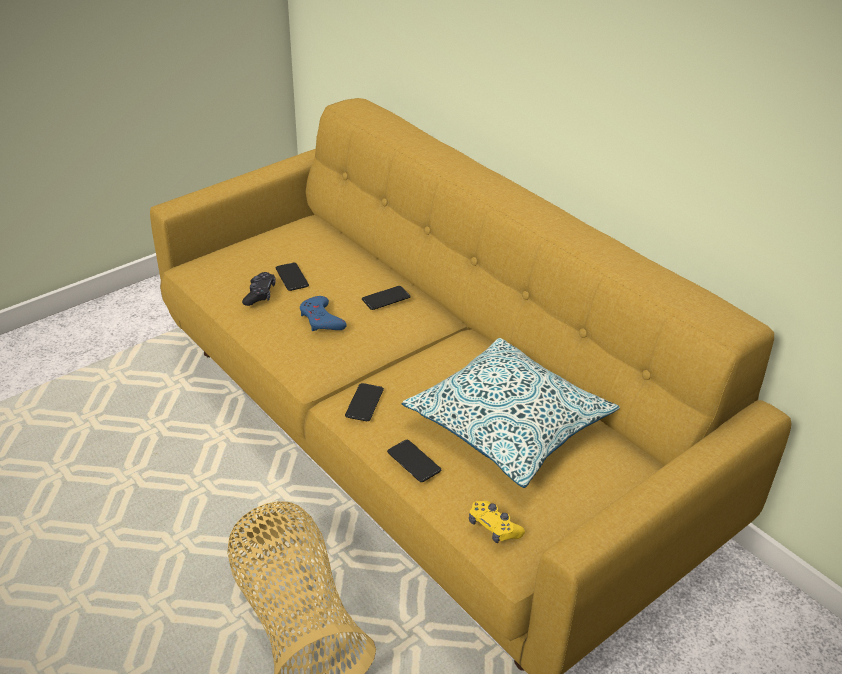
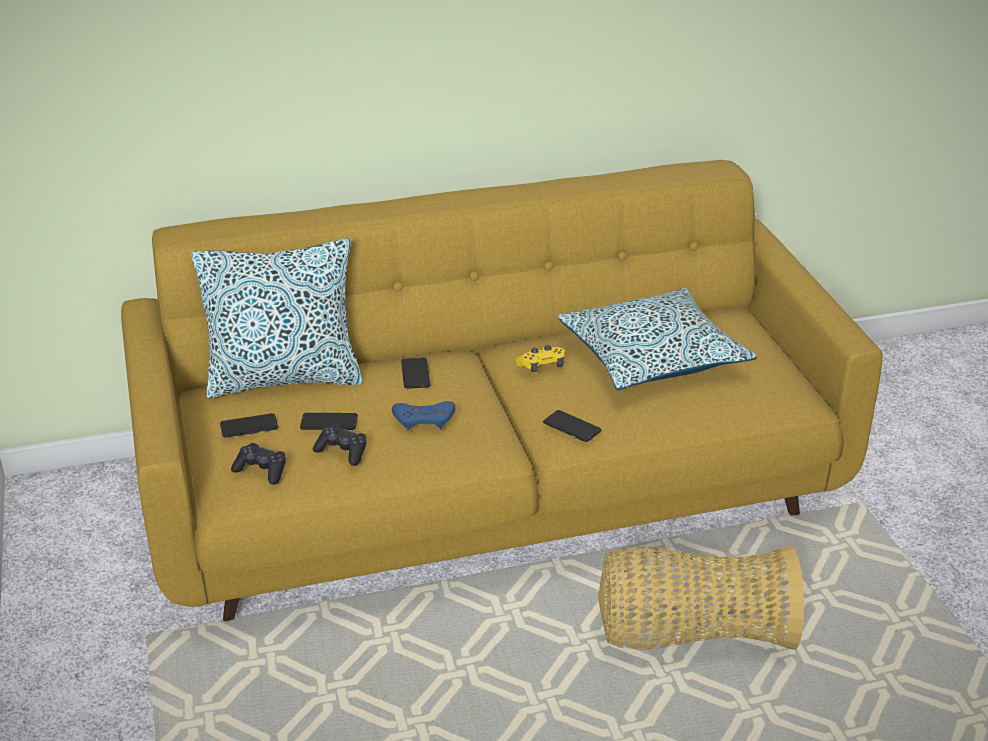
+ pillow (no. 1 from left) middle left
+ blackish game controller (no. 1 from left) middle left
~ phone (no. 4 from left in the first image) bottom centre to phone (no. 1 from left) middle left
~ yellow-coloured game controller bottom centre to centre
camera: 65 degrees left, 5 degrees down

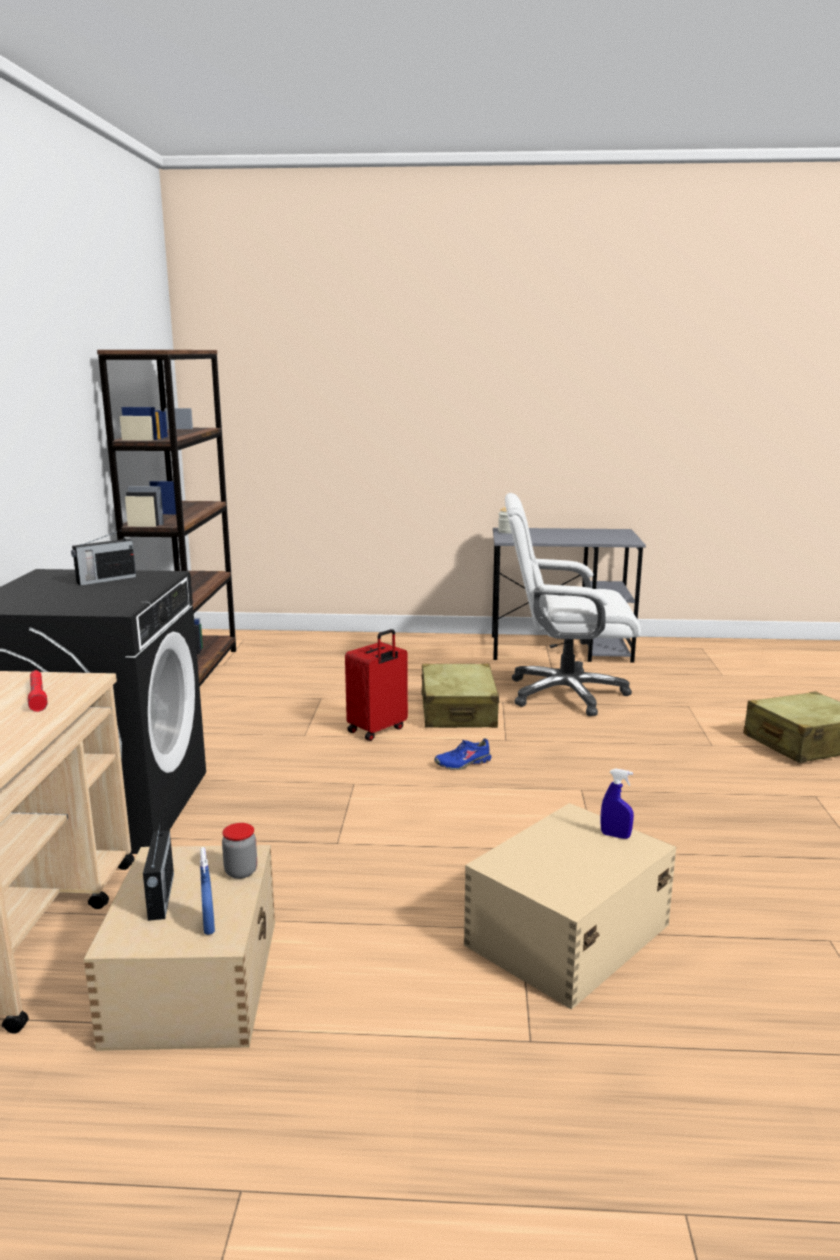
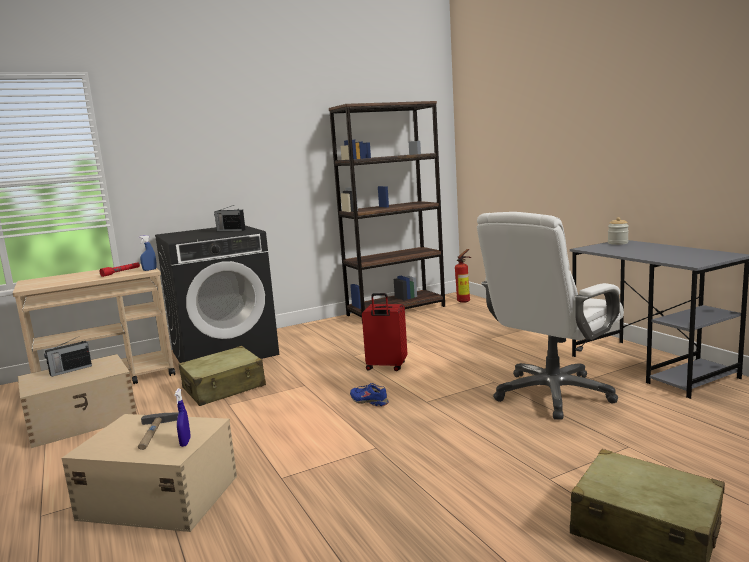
- jar (no. 1 from left) bottom left
+ hand hammer bottom left
+ extinguisher centre
~ blue-coloured sprayer (no. 1 from left) bottom left to middle left
~ beige-coloured travel case (no. 1 from left) centre to bottom left
~ white-coloured office chair middle right = middle right 105 degrees counterclockwise
camera: 60 degrees right, 5 degrees down

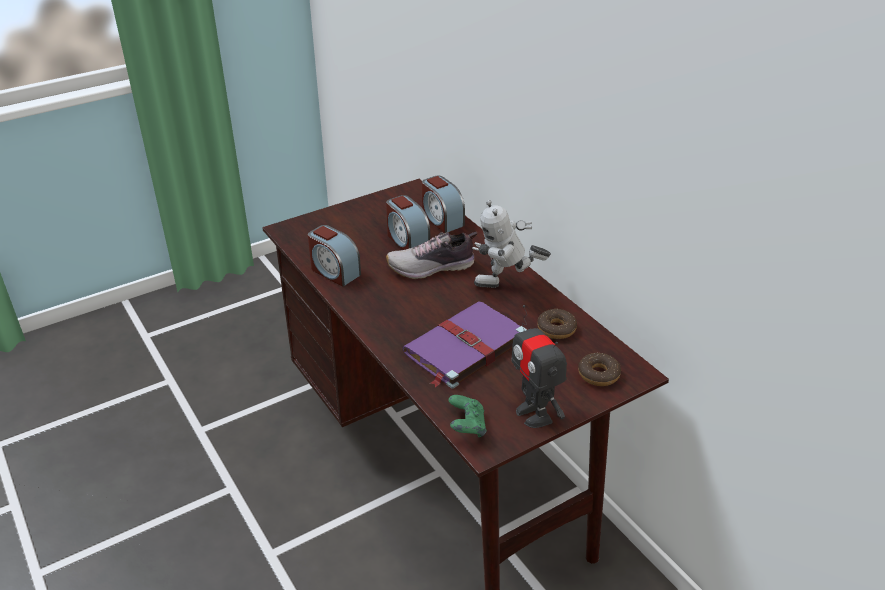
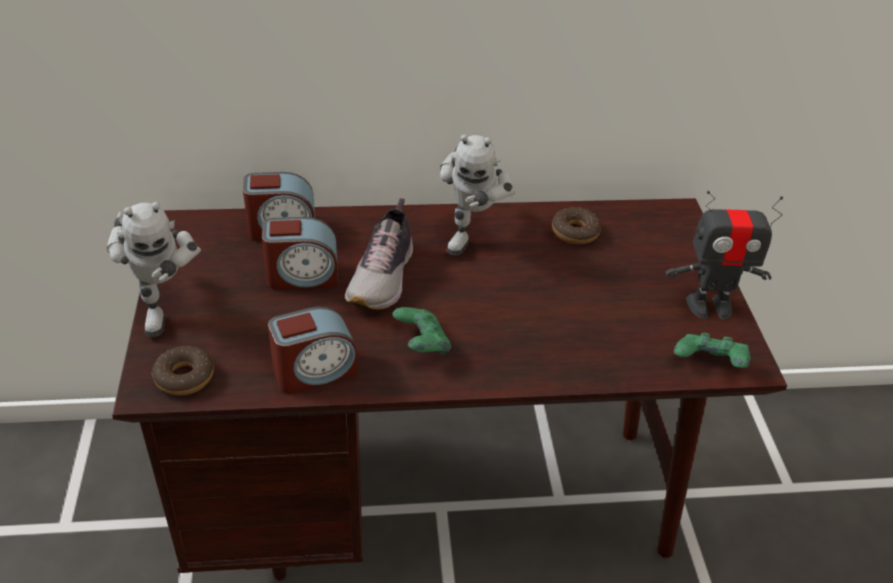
- purplish volume centre
+ model robot (no. 1 from left) middle left
+ green game controller (no. 1 from left) centre
~ donut (no. 2 from left in the first image) middle right to donut (no. 1 from left) middle left
camera: 65 degrees left, 5 degrees up

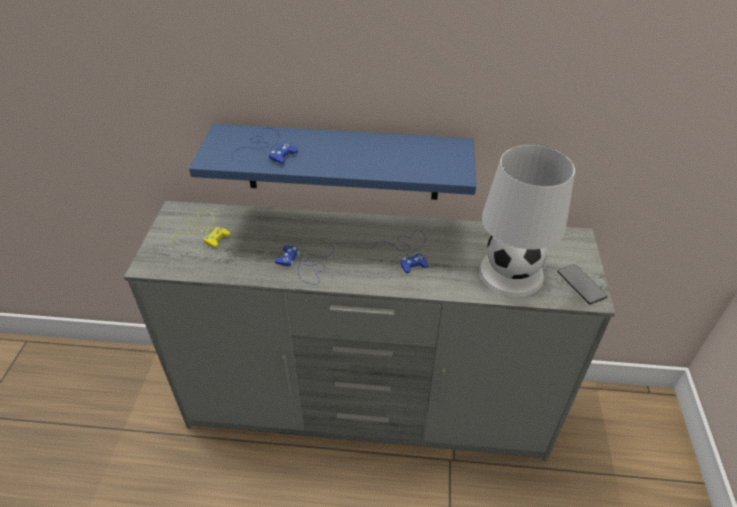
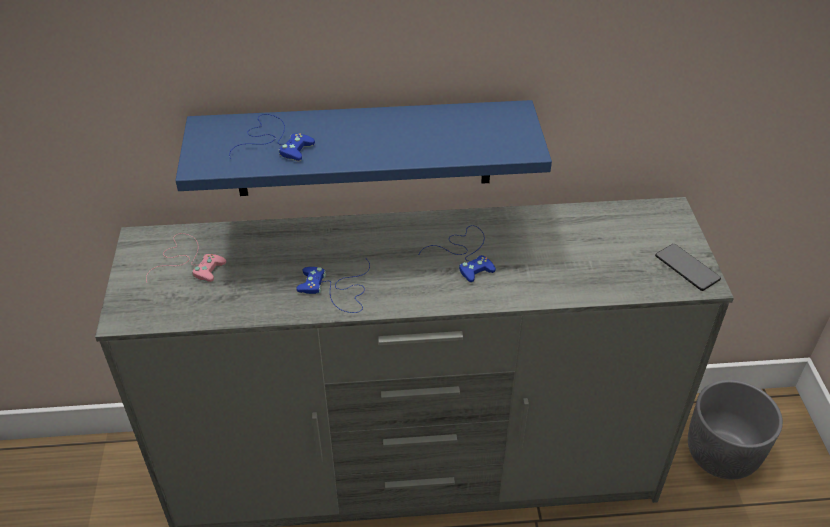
- white-coloured tabletop lamp middle right
+ grey planter bottom right
~ yellow-coloured game controller middle left to pink game controller middle left
camera: 10 degrees left, 0 degrees up

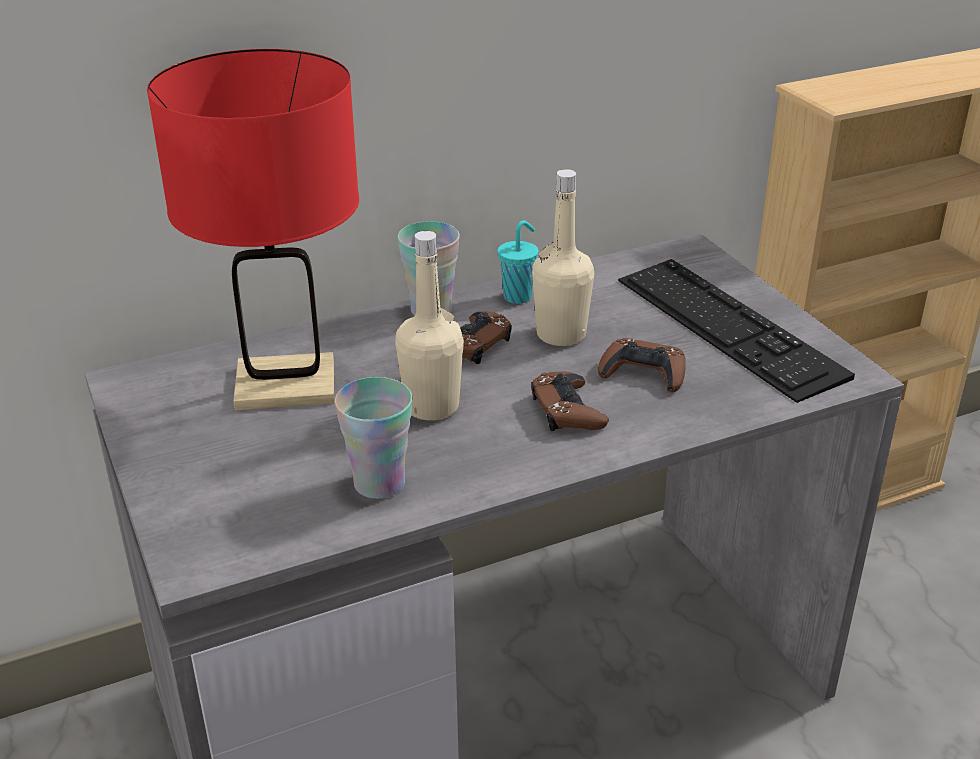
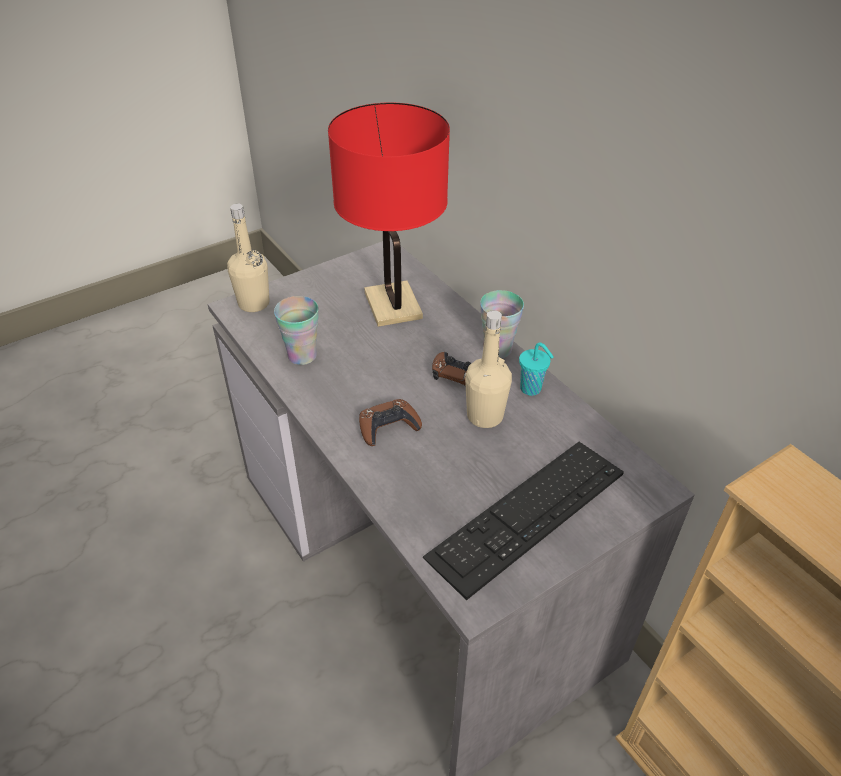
- brownish game controller (no. 3 from left) centre
~ beige-coloured beverage bottle (no. 1 from left) centre to top left
camera: 80 degrees right, 10 degrees up

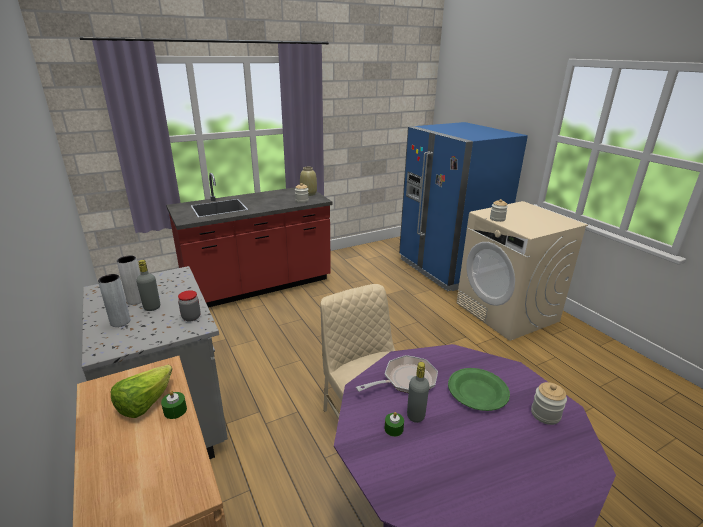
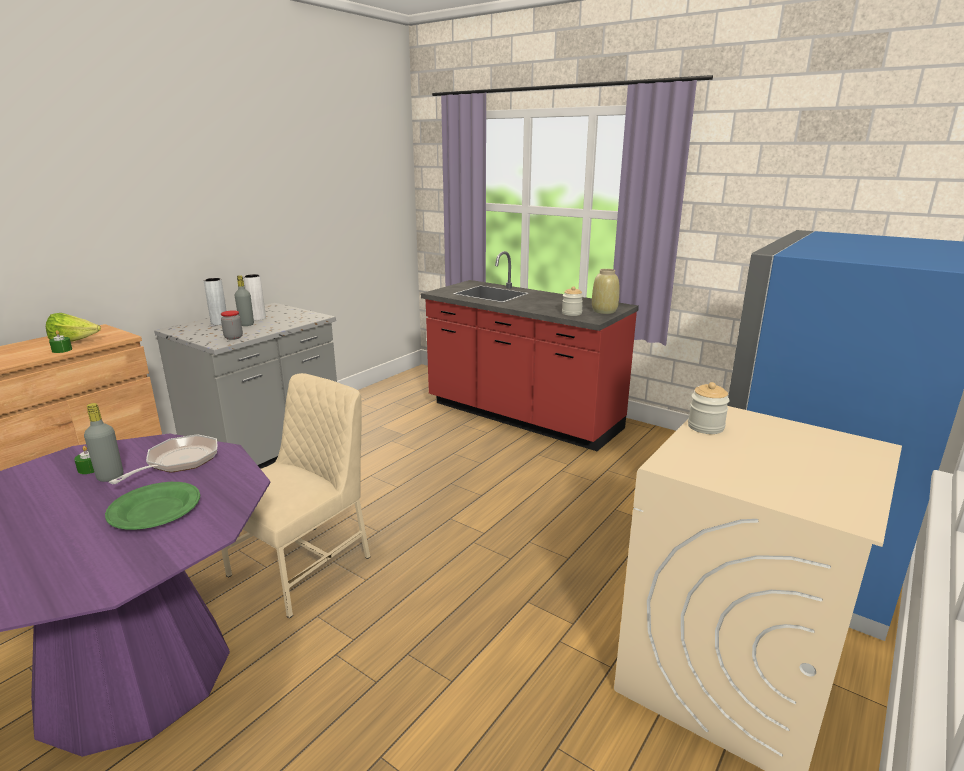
- jar (no. 4 from left) bottom right
~ skillet bottom centre = middle left 105 degrees counterclockwise
camera: 65 degrees right, 5 degrees down

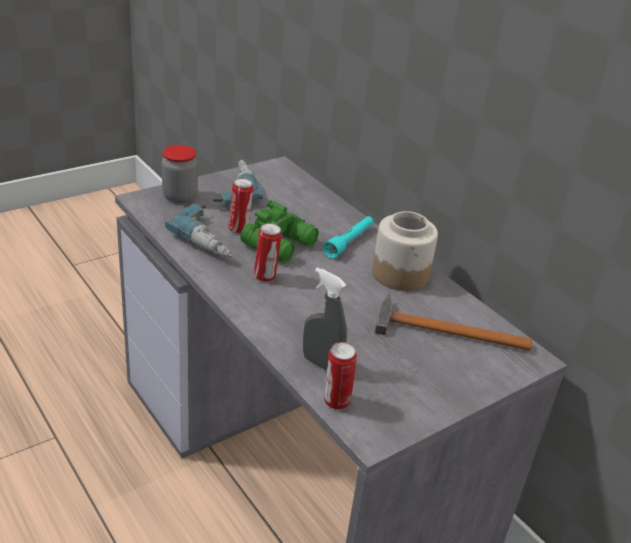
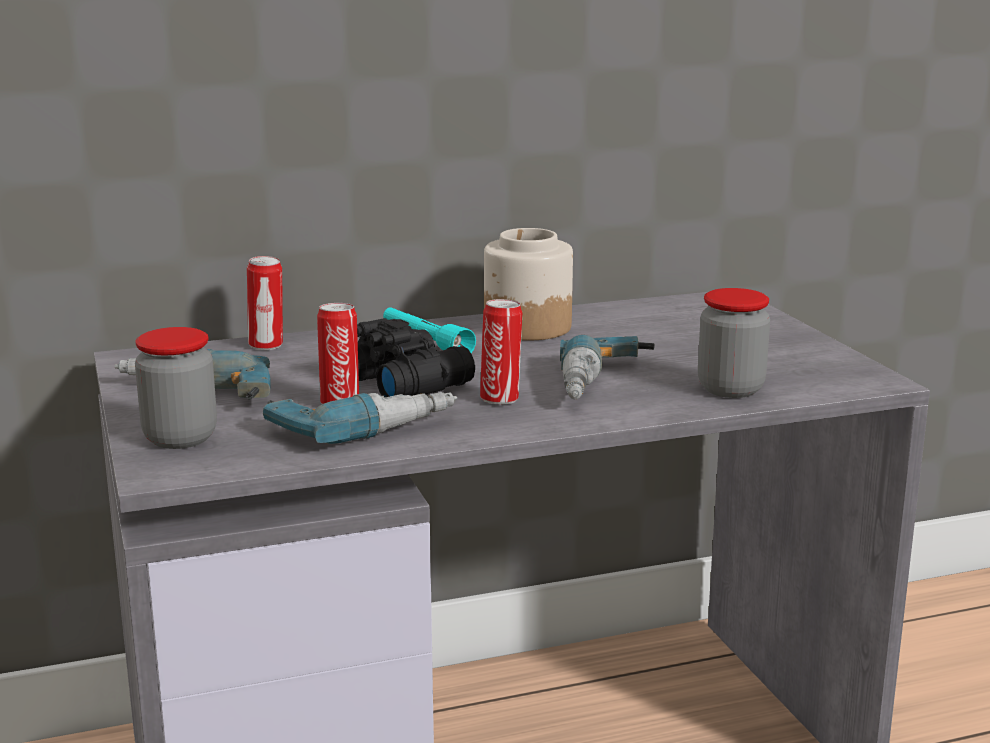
- hand hammer middle right
+ drill (no. 3 from left) centre
~ can (no. 3 from left in the first image) bottom centre to can (no. 1 from left) middle left
~ grey sprayer centre to jar (no. 3 from left) middle right
~ green pair of binoculars centre to blackish pair of binoculars centre
camera: 70 degrees left, 15 degrees down

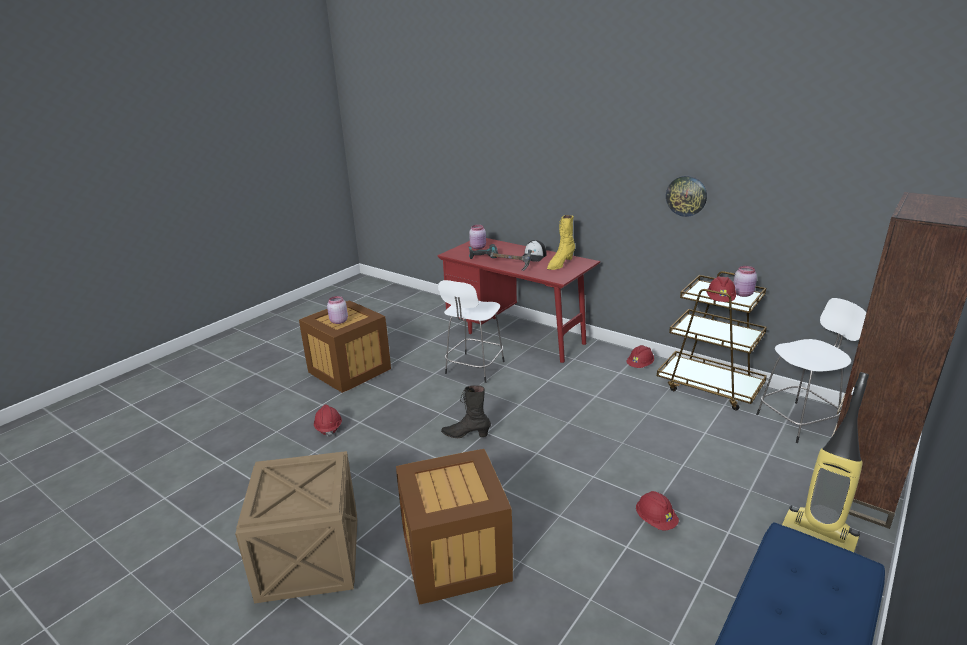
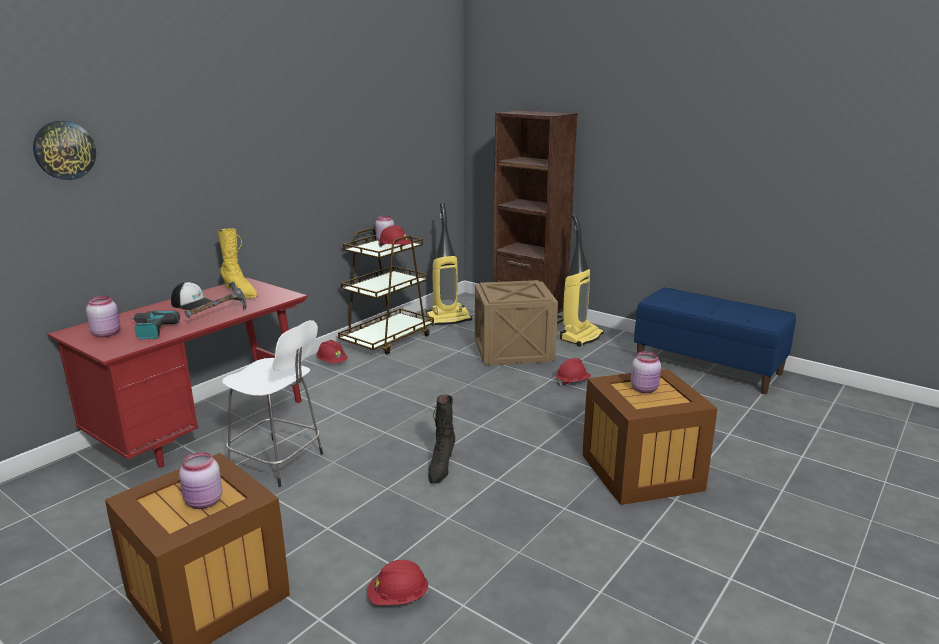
+ pink jar (no. 4 from left) middle right
~ crate (no. 1 from left in the first image) bottom left to crate (no. 2 from left) centre
~ wall clock top right to top left
~ white-coloured stool seat (no. 2 from left) middle right to hoover (no. 1 from left) centre
camera: 90 degrees left, 5 degrees down

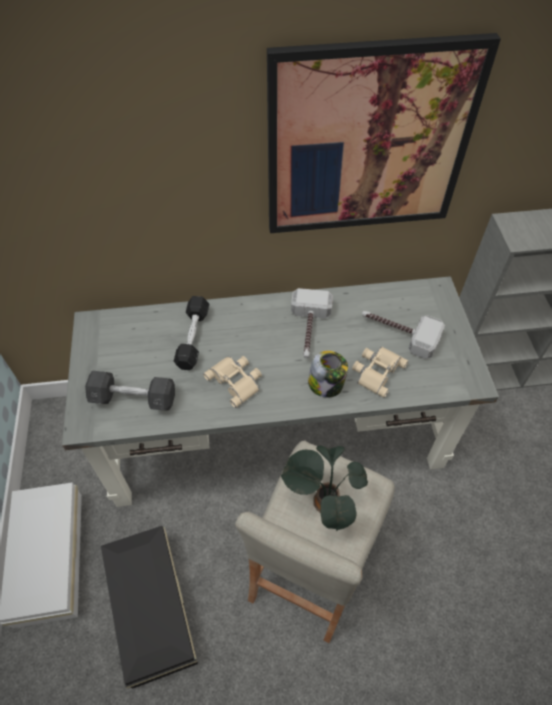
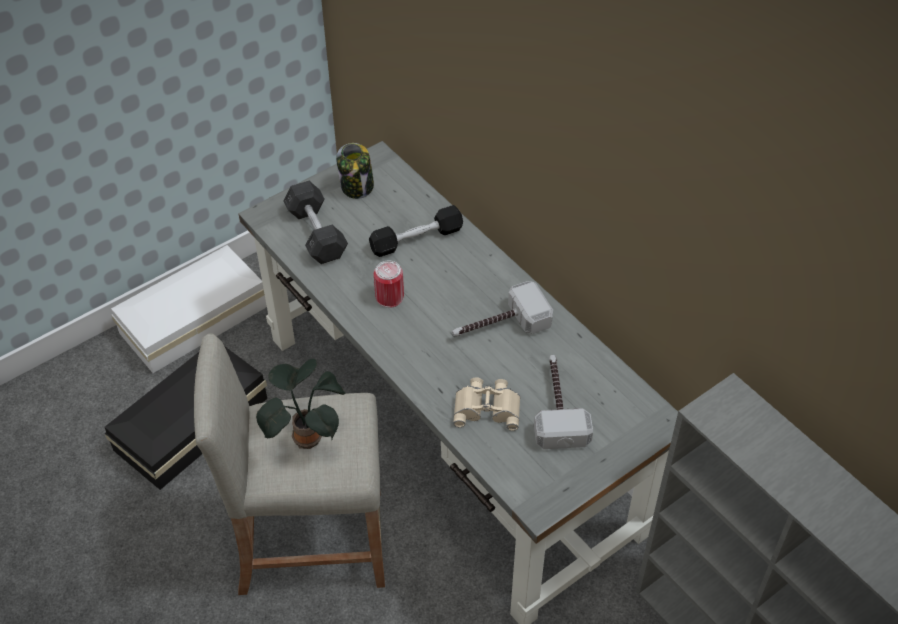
- wall picture top right
~ jar centre to top centre
~ beige-coloured pair of binoculars (no. 1 from left) centre to can centre
camera: 60 degrees right, 5 degrees down

